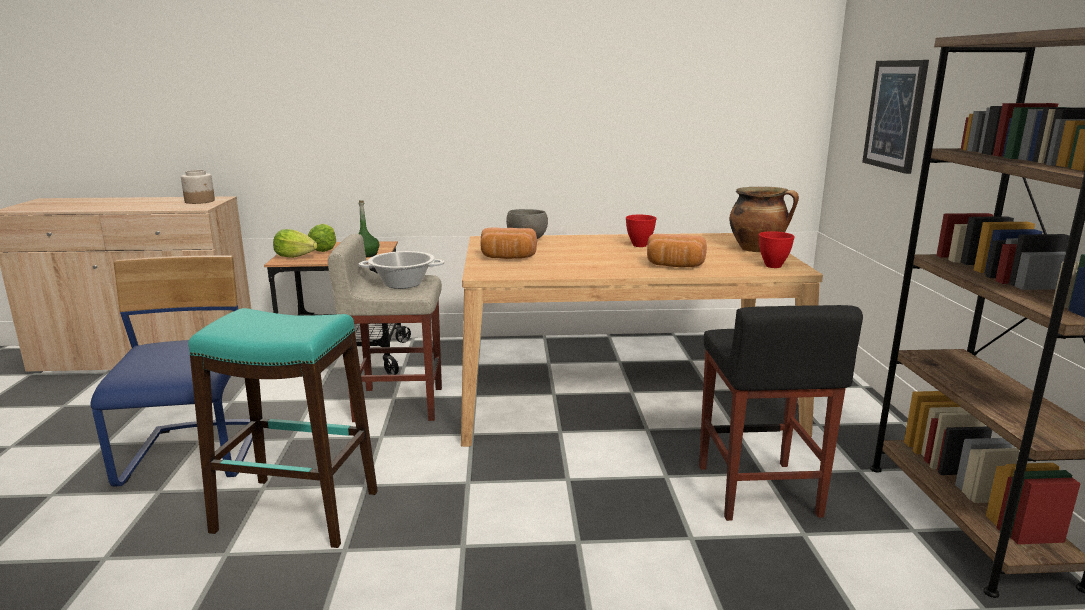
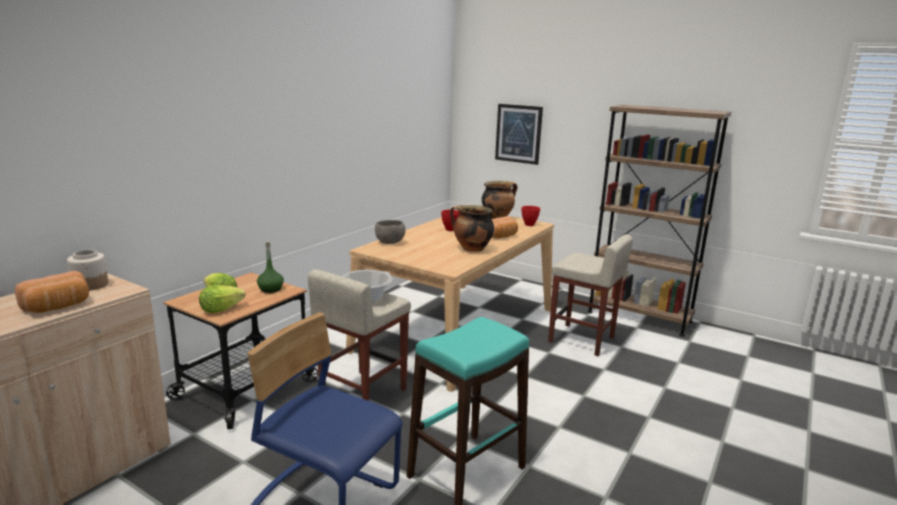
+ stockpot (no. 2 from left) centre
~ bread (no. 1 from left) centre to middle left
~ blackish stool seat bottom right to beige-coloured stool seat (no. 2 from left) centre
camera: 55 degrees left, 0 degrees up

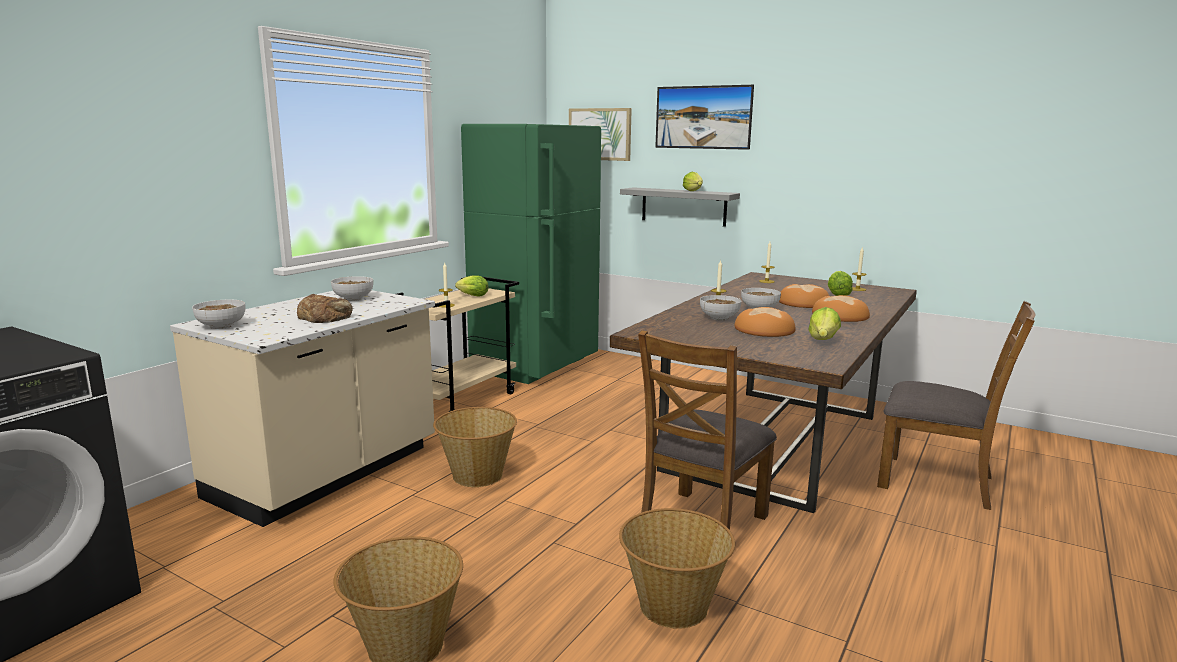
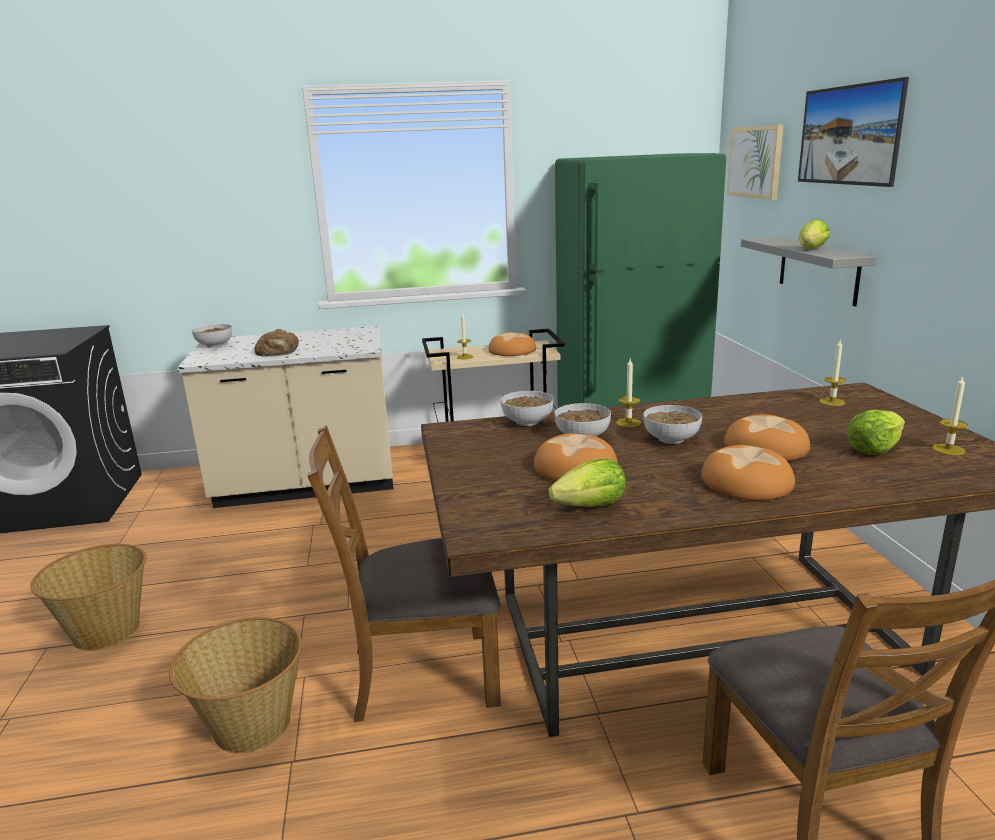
- basket (no. 2 from left) bottom centre
~ serving bowl (no. 2 from left) middle left to centre
~ lettuce (no. 1 from left) centre to bread (no. 2 from left) centre
camera: 50 degrees right, 5 degrees up

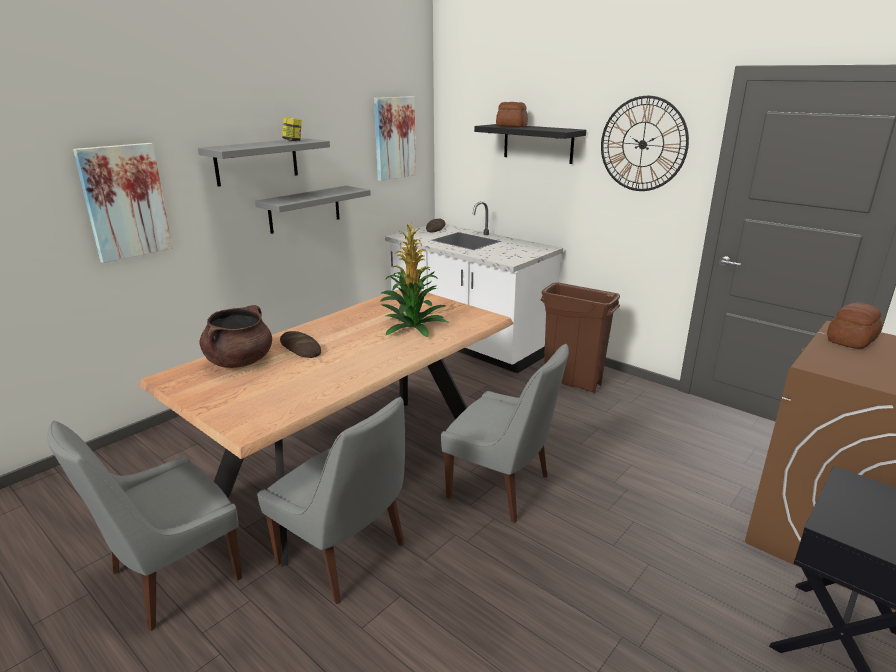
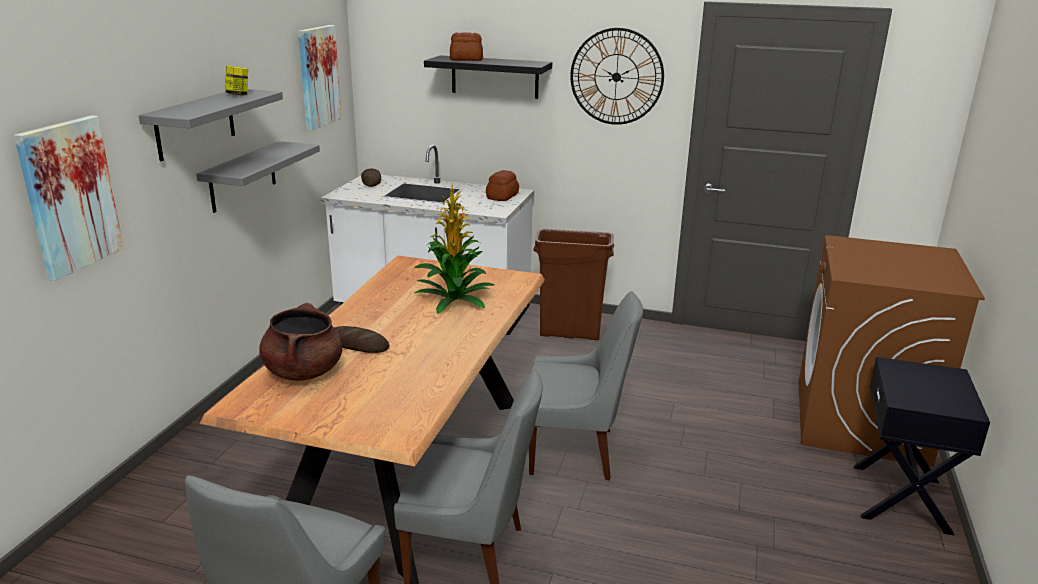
~ bread (no. 4 from left) middle right to top centre
camera: 25 degrees left, 0 degrees up

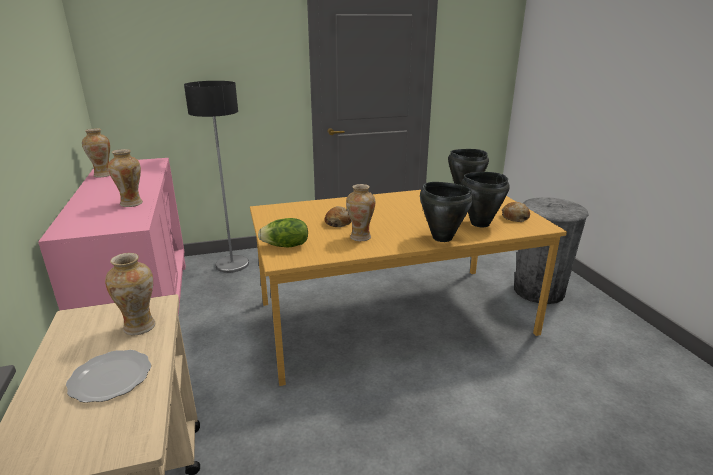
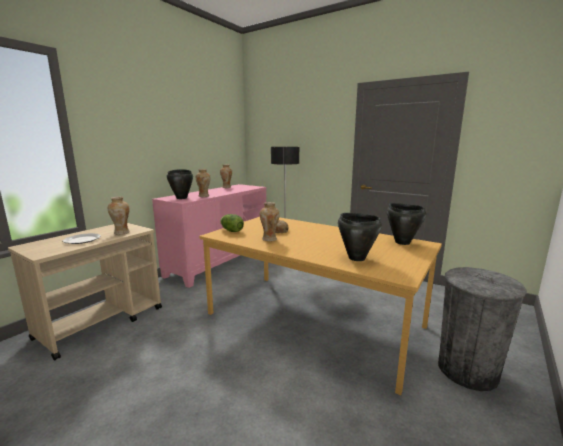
- bread (no. 2 from left) middle right
~ blackish stockpot (no. 1 from left) centre to middle left
camera: 50 degrees right, 10 degrees down

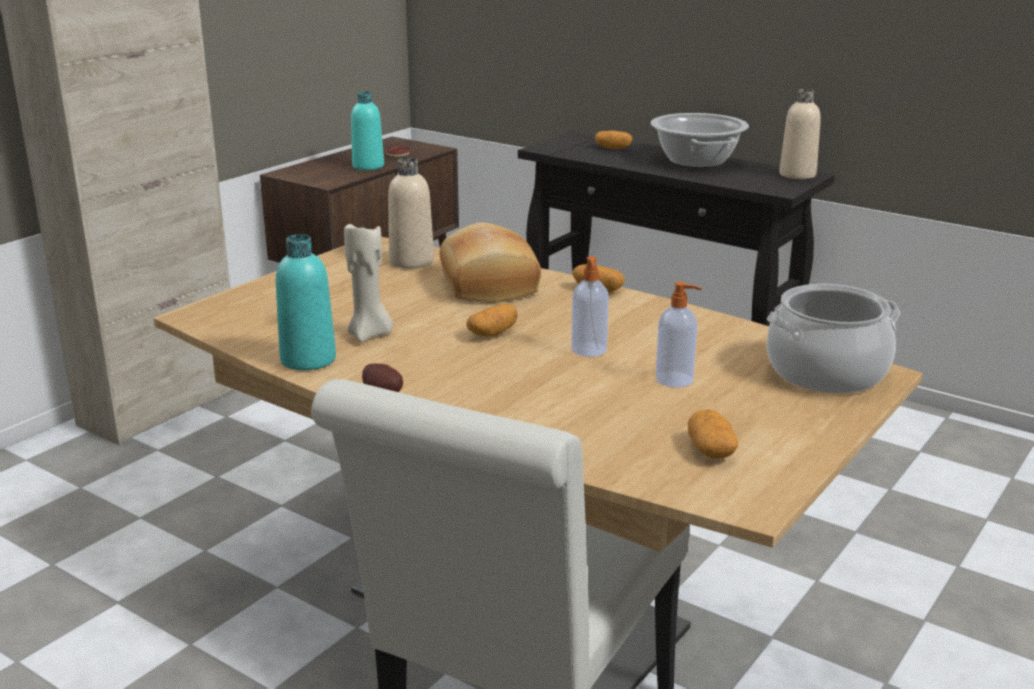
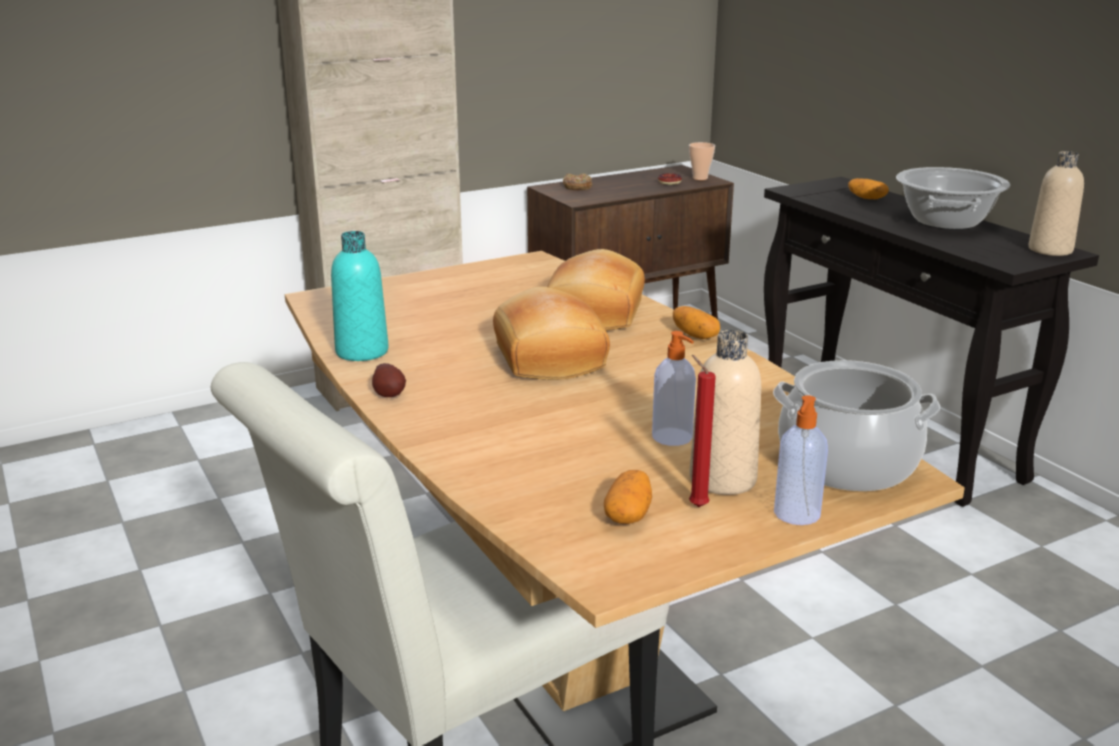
- beige-coloured wax candle centre
- turquoise beverage bottle (no. 2 from left) top centre
+ donut (no. 1 from left) top centre
+ cup top centre
+ reddish wax candle centre
~ beige-coloured beverage bottle (no. 1 from left) top centre to centre
~ soap dispenser (no. 1 from left in the first image) centre to soap dispenser (no. 2 from left) middle right
~ whole potato (no. 2 from left) centre to bread (no. 1 from left) centre
camera: 25 degrees right, 0 degrees up

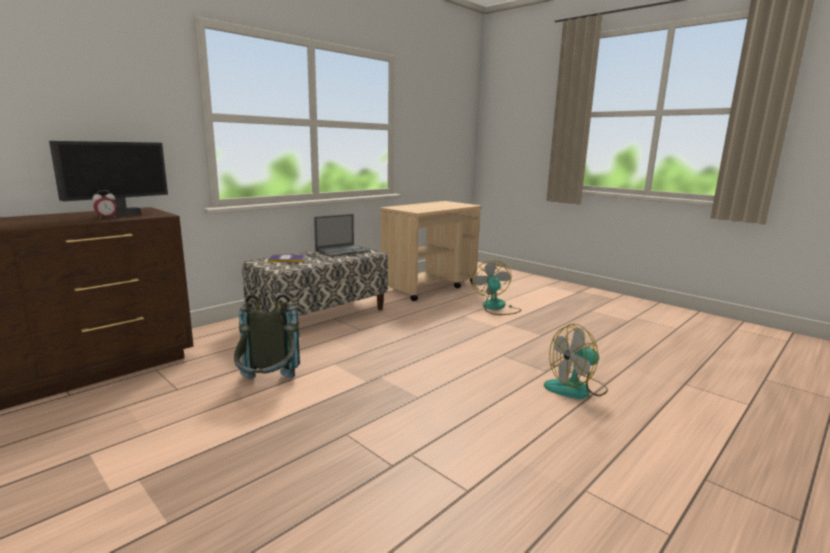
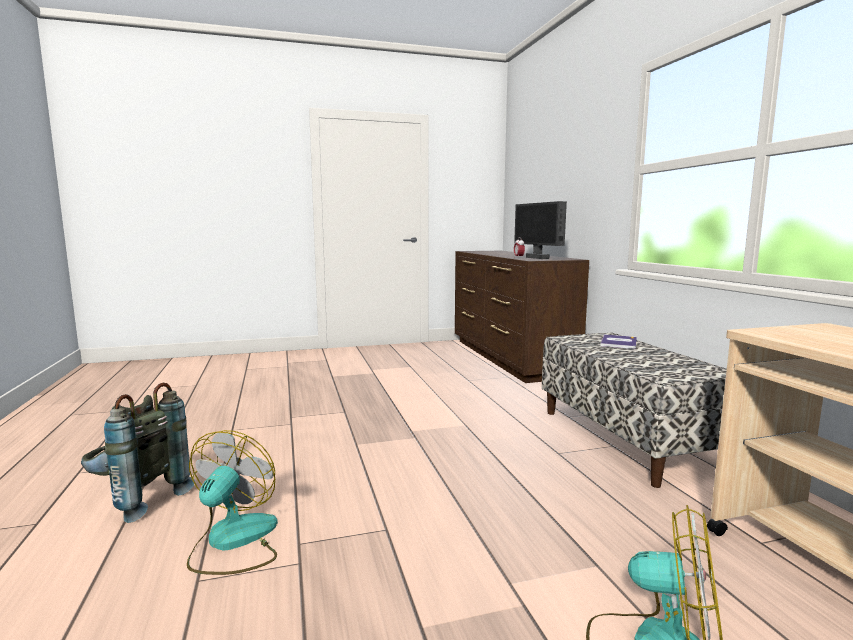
- portable computer centre
~ grey knapsack middle left to bottom left
camera: 120 degrees right, 5 degrees down

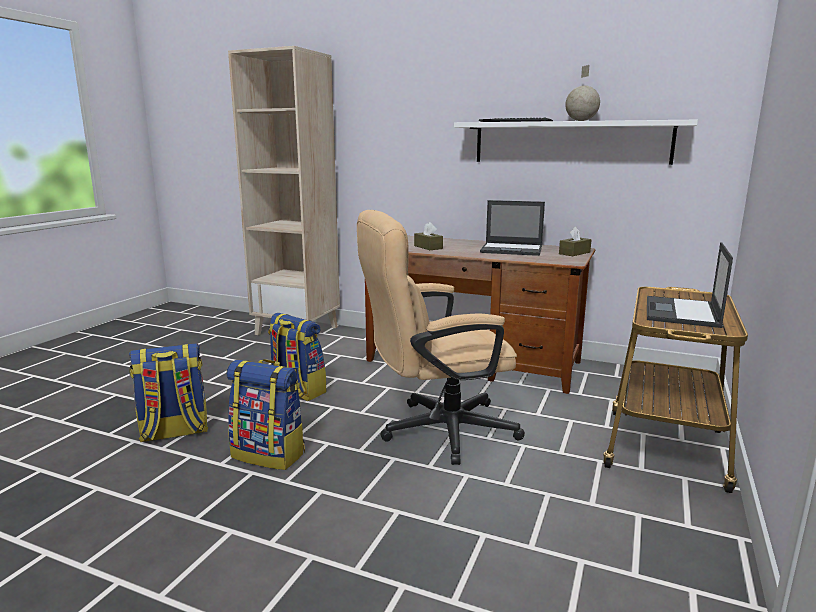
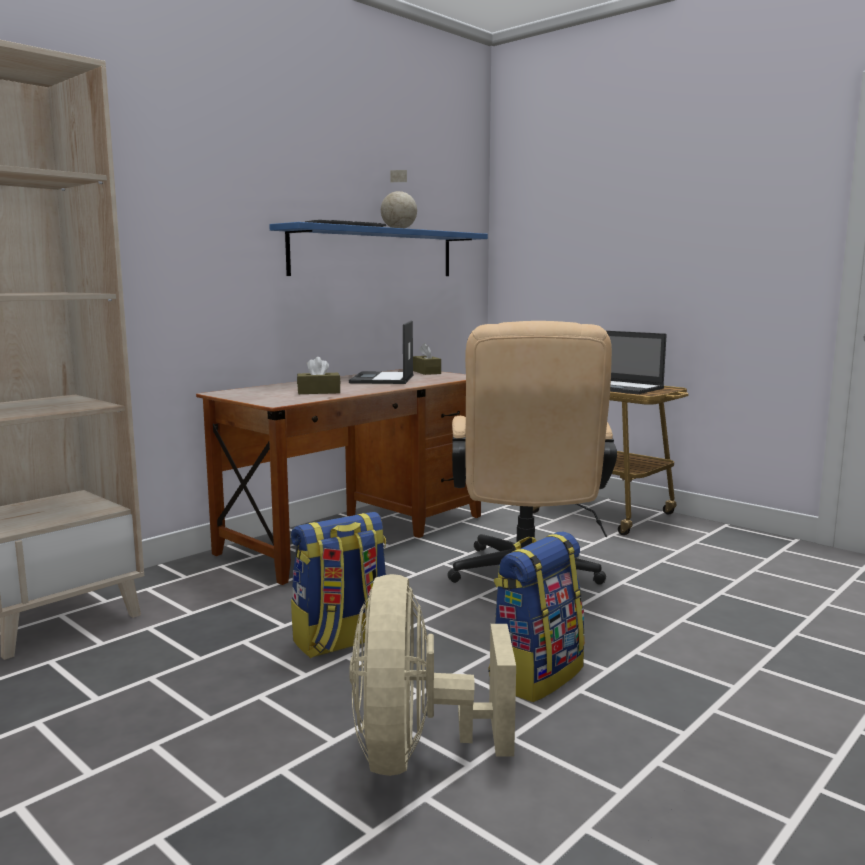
~ knapsack (no. 1 from left) middle left to beige-coloured cooling fan bottom centre
~ white-coloured bracket shelf top right to blue-coloured bracket shelf top centre
~ portable computer (no. 1 from left) centre = centre 150 degrees clockwise
camera: 70 degrees left, 5 degrees down

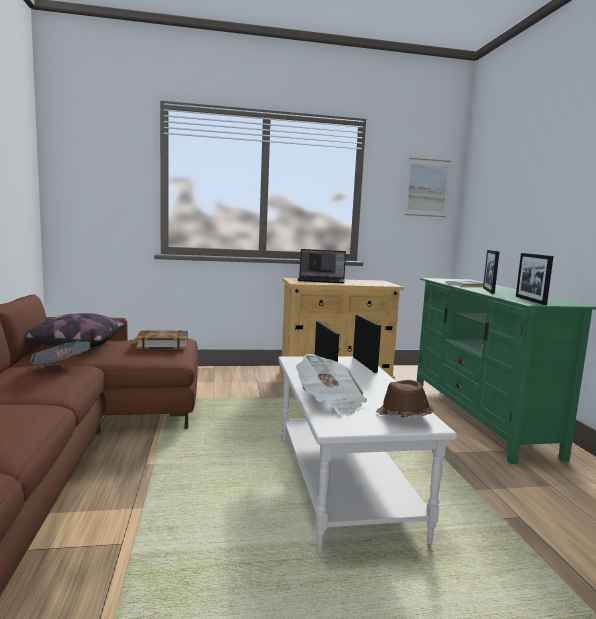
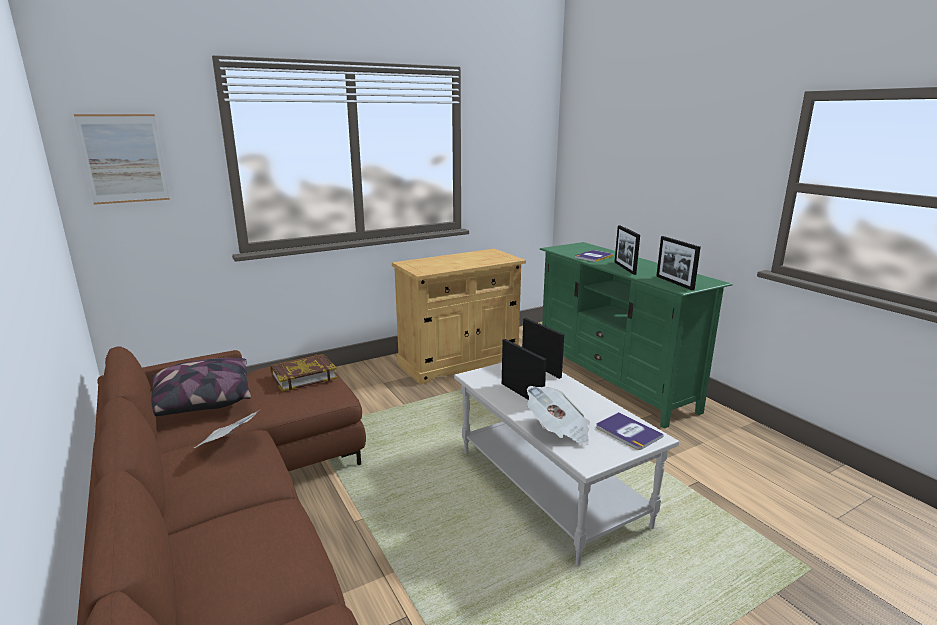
- portable computer centre
~ wall picture top right to top left
~ brownish hat middle right to volume (no. 3 from left) bottom right
camera: 20 degrees left, 10 degrees up

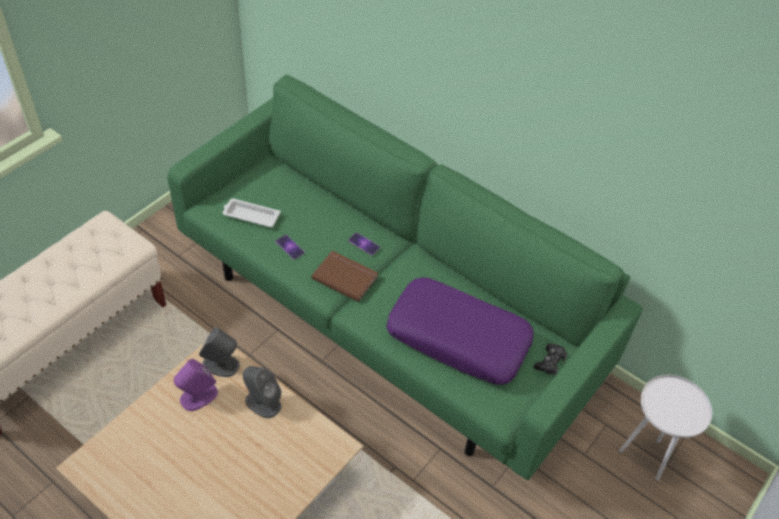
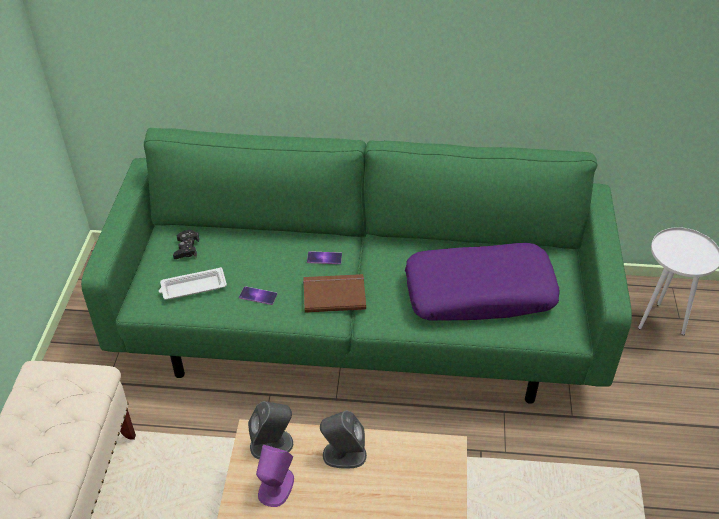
~ blackish game controller bottom right to middle left
camera: 30 degrees left, 5 degrees down

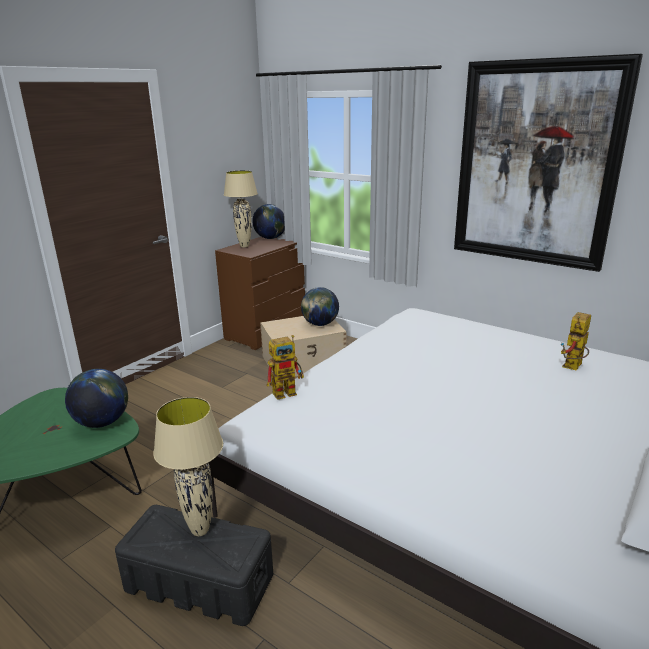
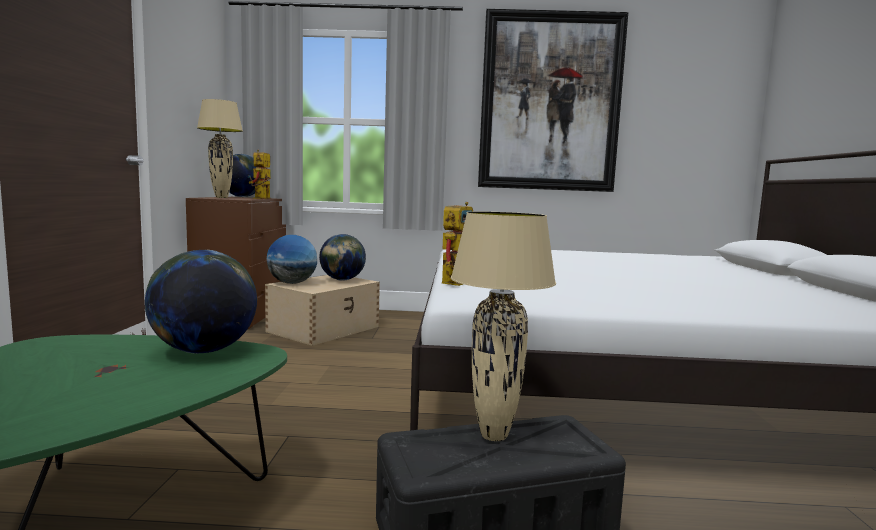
+ world globe (no. 3 from left) middle left
~ model robot (no. 2 from left in the first image) middle right to model robot (no. 1 from left) top left
camera: 35 degrees left, 15 degrees down

